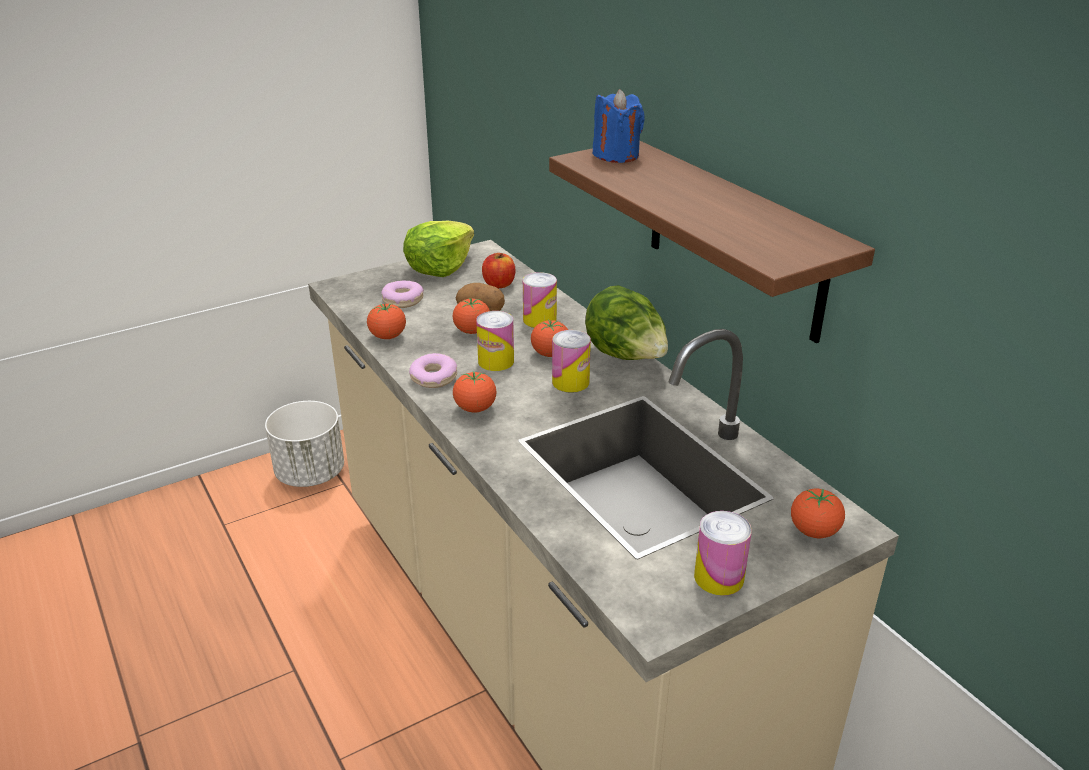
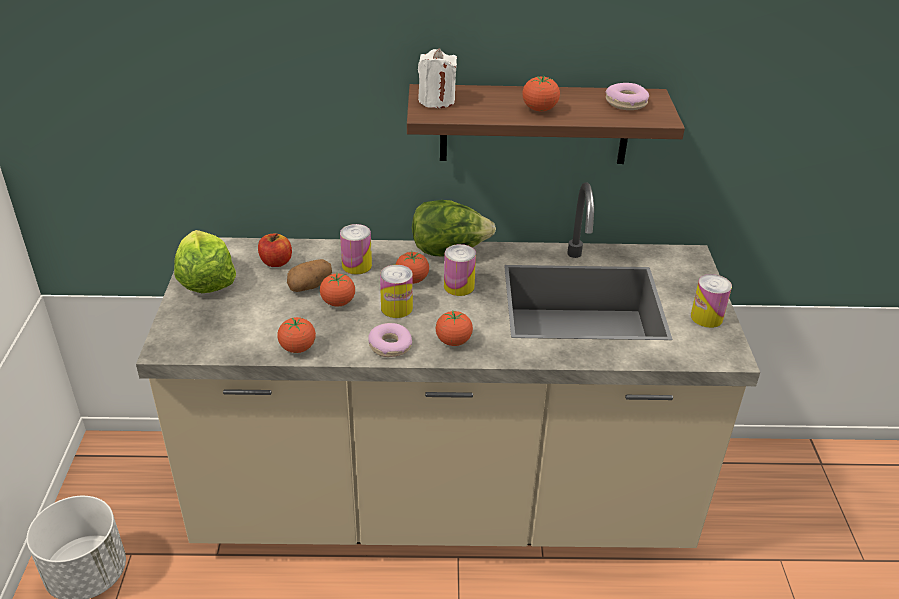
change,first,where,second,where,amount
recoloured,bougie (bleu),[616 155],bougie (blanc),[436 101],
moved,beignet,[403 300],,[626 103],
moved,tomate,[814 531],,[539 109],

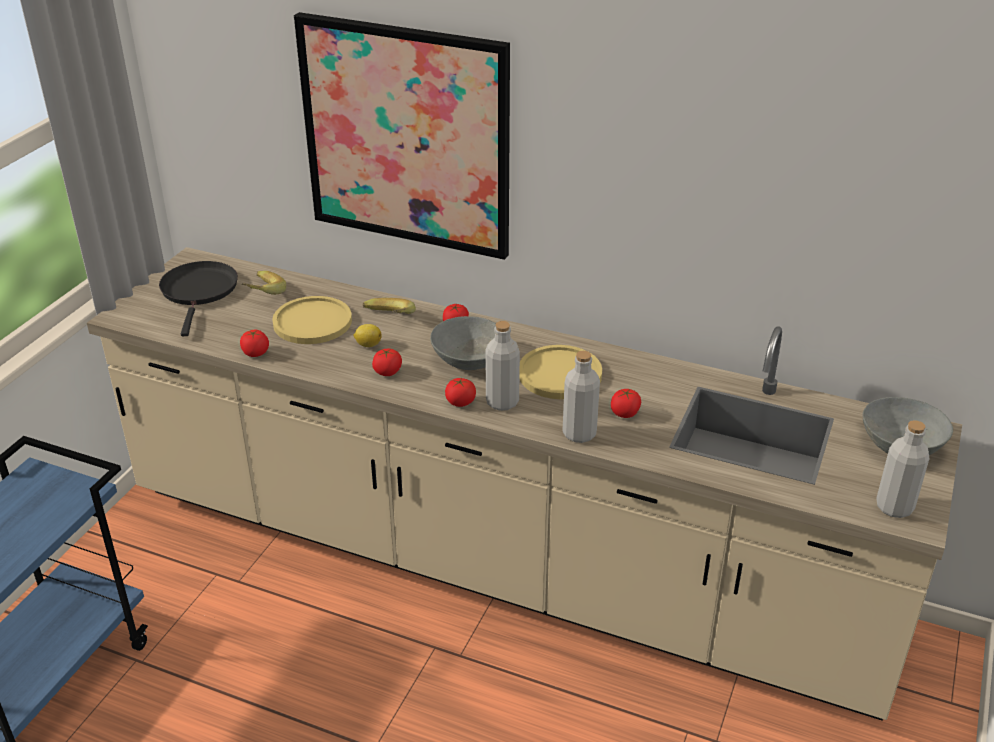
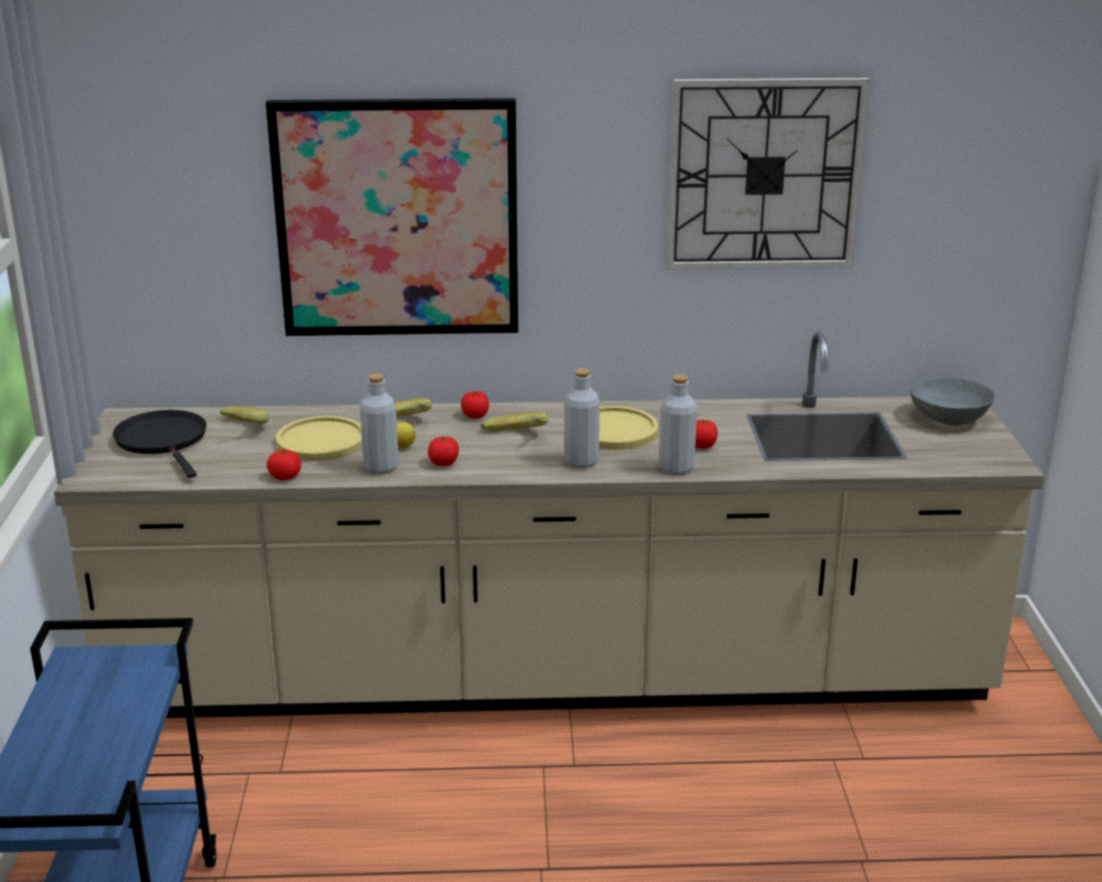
change,first,where,second,where,amount
replaced,bol (gris),[468 360],banane,[516 438],
removed,tomate,[460 402],,,
moved,bouteille (gris),[894 507],,[381 467],
added,,,horloge murale,[764 174],

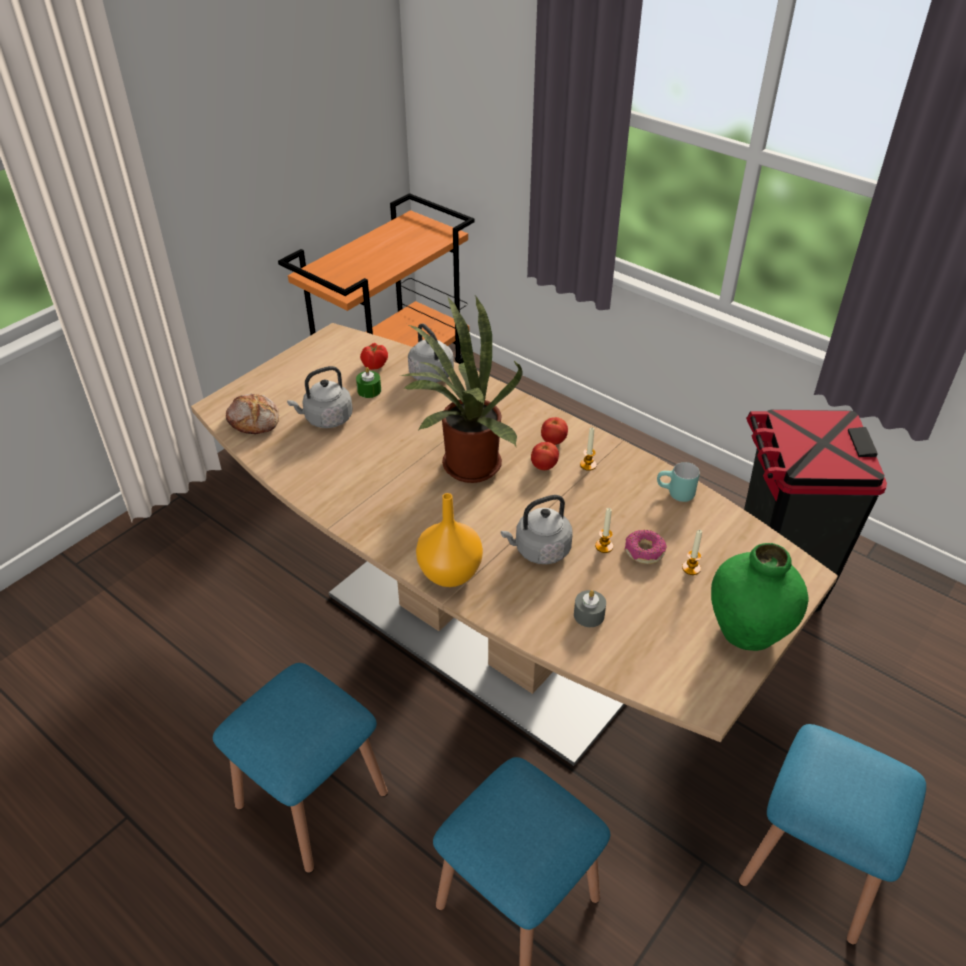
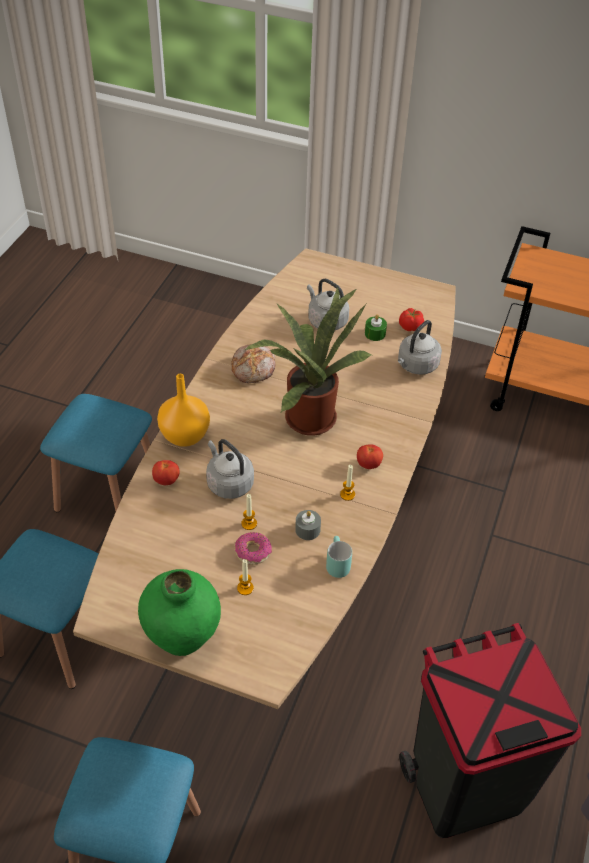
change,first,where,second,where,amount
moved,pain,[254 420],,[254 368],
moved,tomate,[544 466],,[166 480],
moved,bougie (gris),[589 615],,[307 530],

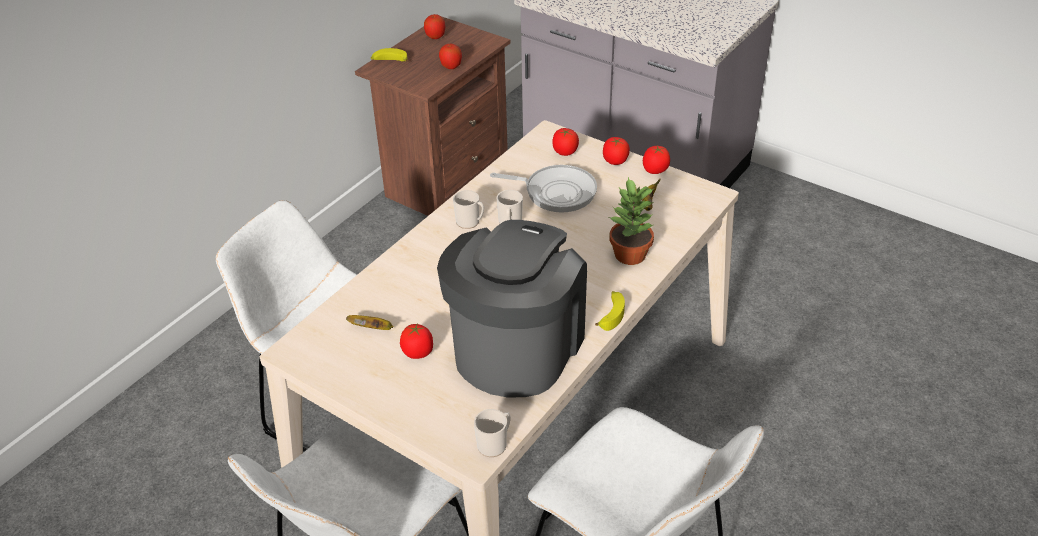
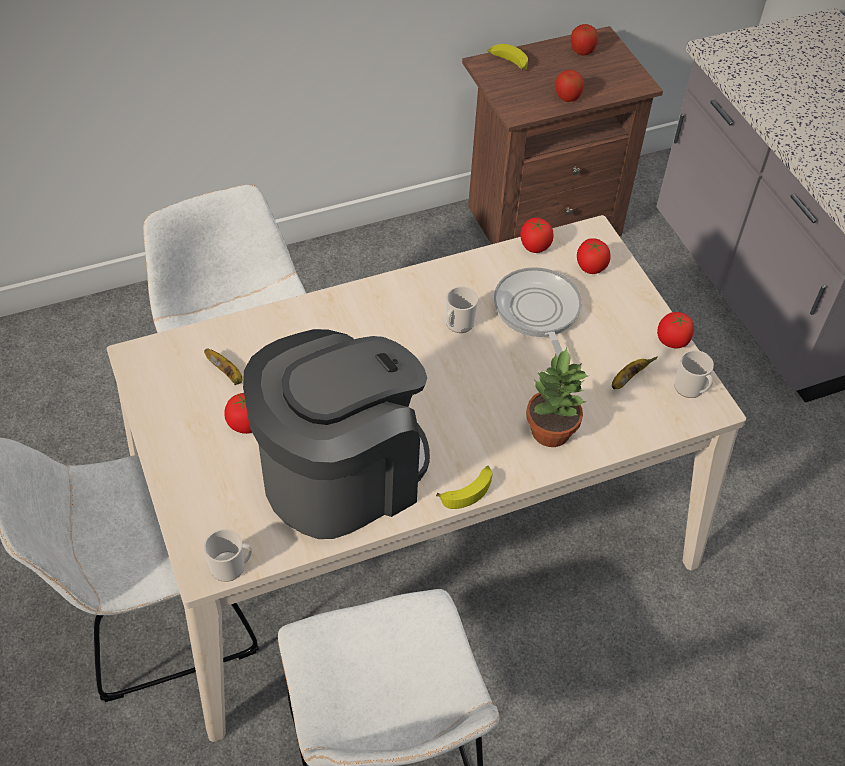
change,first,where,second,where,amount
moved,tomate,[615 161],,[534 247],
turned,poêle,[556 192],,[537 312],150 degrees counterclockwise
moved,mug,[470 222],,[691 389],

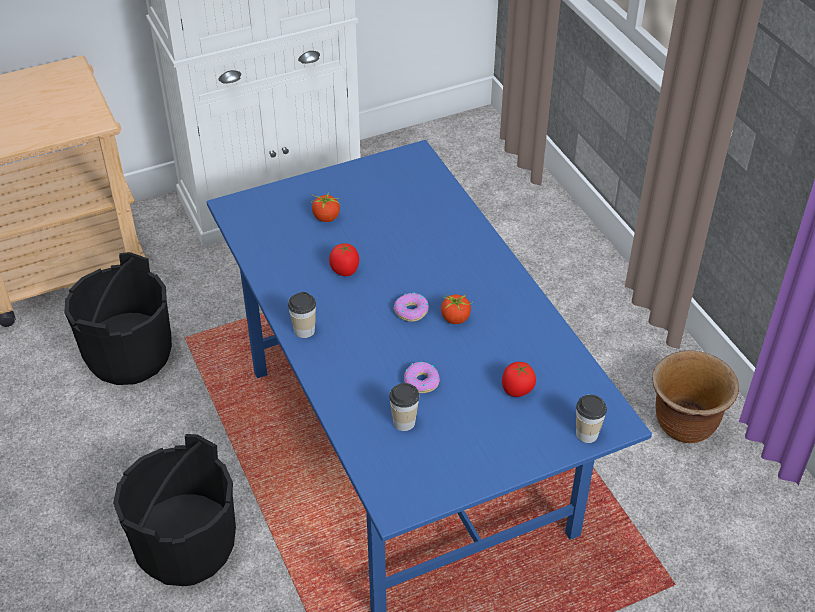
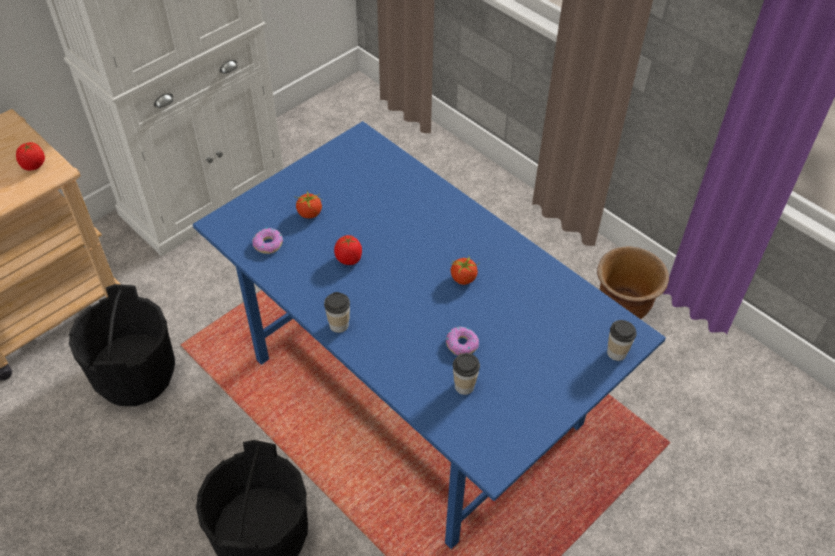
change,first,where,second,where,amount
moved,beignet,[411 311],,[268 244],
moved,tomate,[517 390],,[34 166],

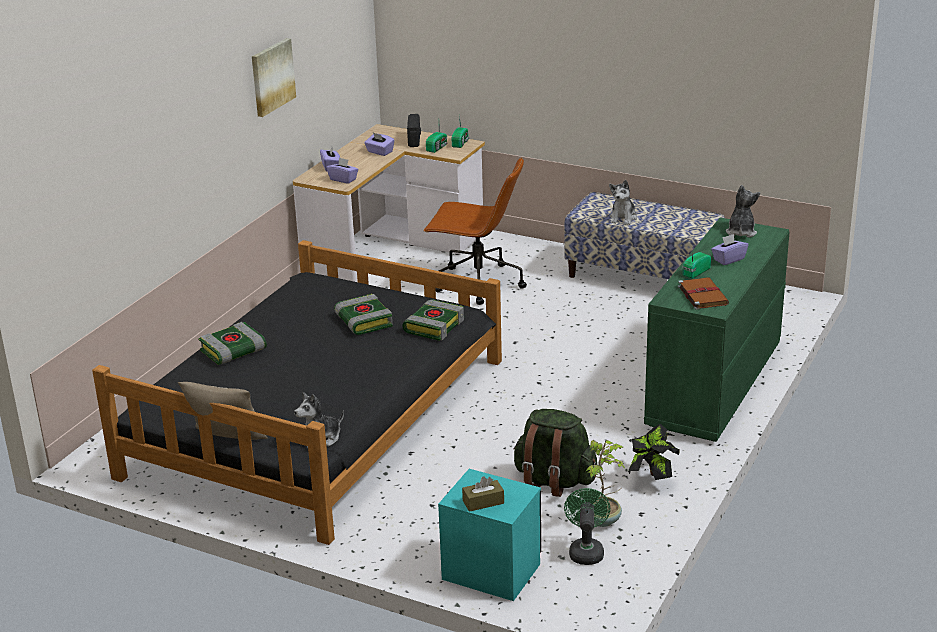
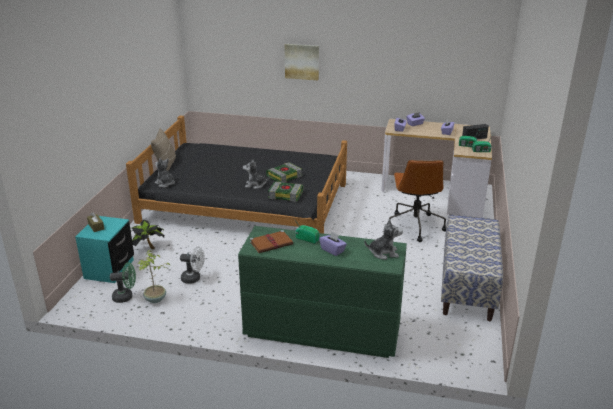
change,first,where,second,where,amount
moved,tableau,[272 76],,[302 61],
moved,peluche,[623 218],,[255 185],
removed,livre,[233 351],,,
replaced,sac à dos (vert),[553 481],ventilateur (blanc),[194 278],
moved,plante en pot,[651 478],,[148 248],

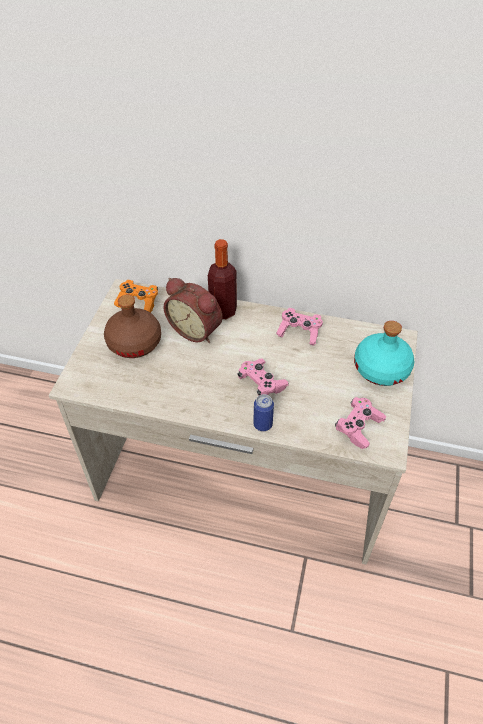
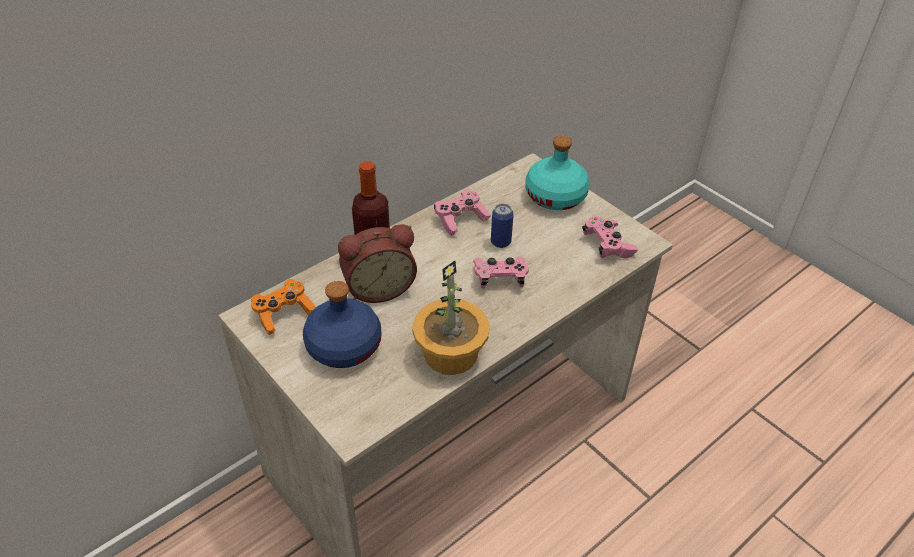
change,first,where,second,where,amount
recoloured,bouteille (marron),[134 342],bouteille (bleu),[343 345],
moved,boîte métallique,[262 424],,[500 242],
added,,,plante en pot,[451 354],

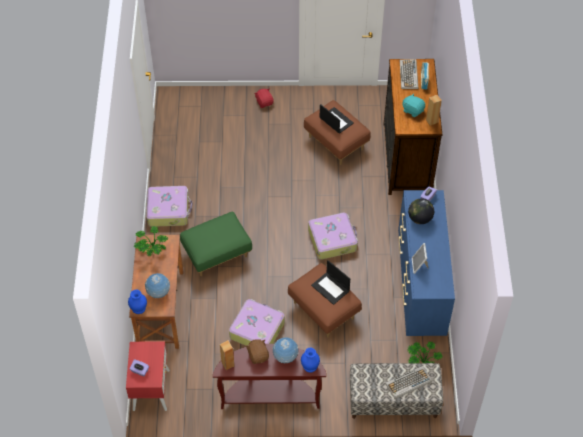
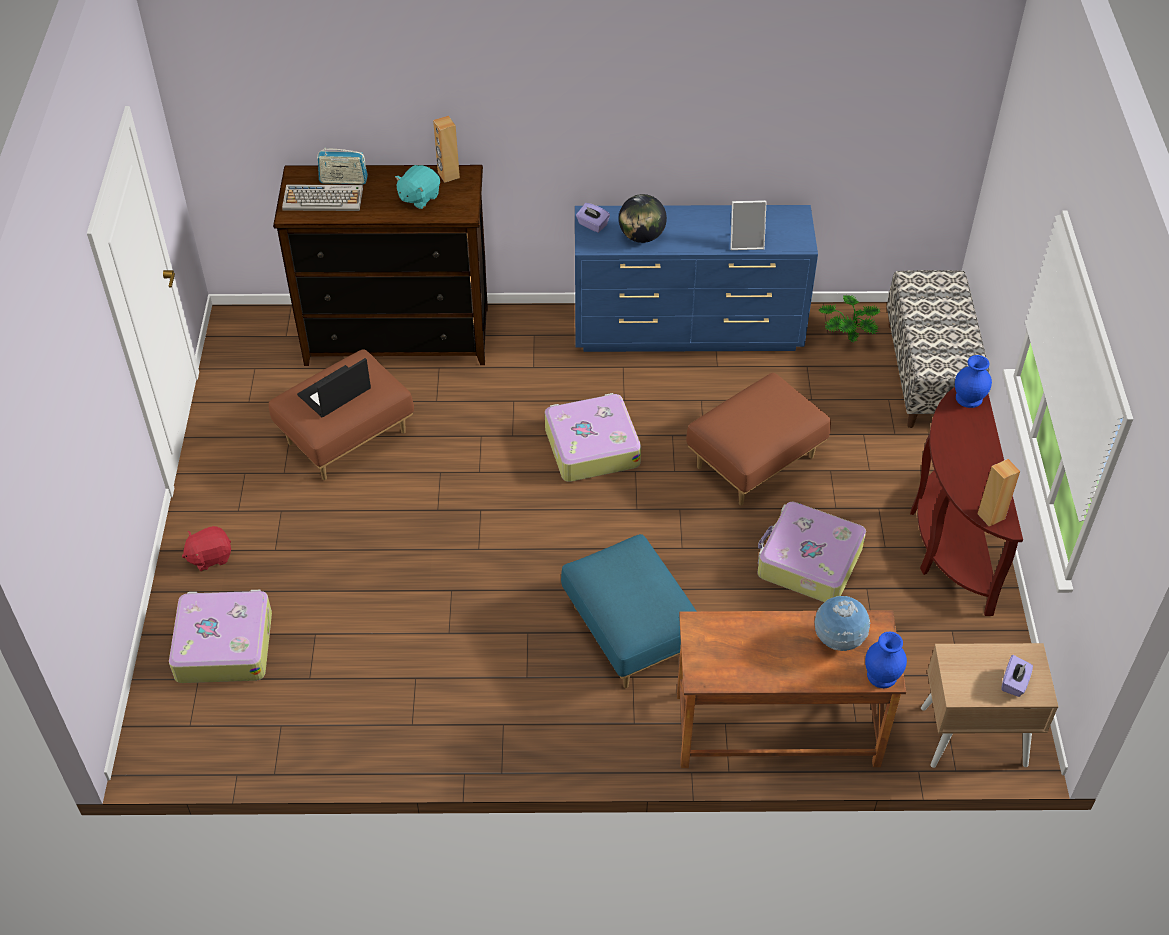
change,first,where,second,where,amount
moved,valise,[168 210],,[223 645],
recoloured,pouf (vert),[217 255],pouf (bleu),[632 633],
removed,plante en pot,[152 250],,,
removed,ordinateur portable,[331 288],,,
removed,globe,[285 357],,,
removed,peluche (marron),[258 355],,,
recoloured,table de chevet (rouge),[151 389],table de chevet (beige),[973 736],
removed,clavier,[408 383],,,

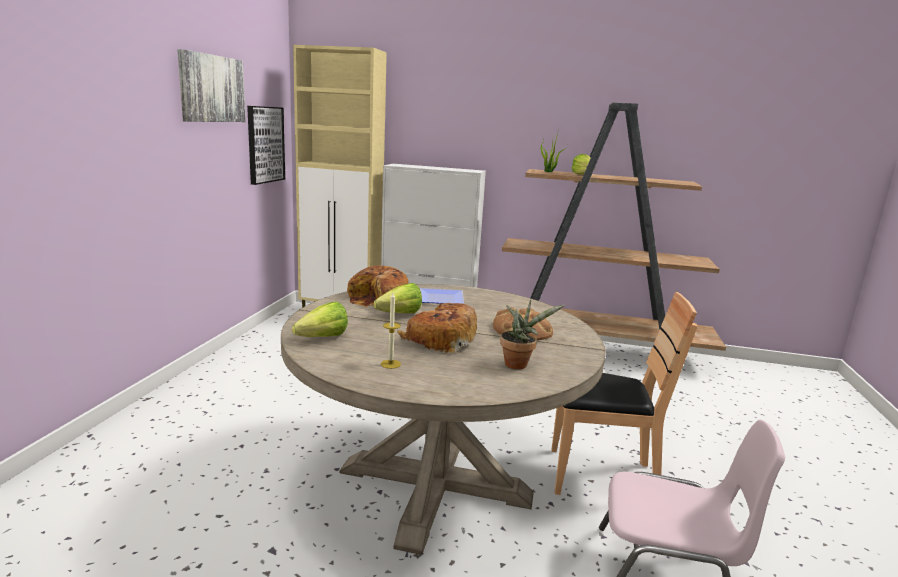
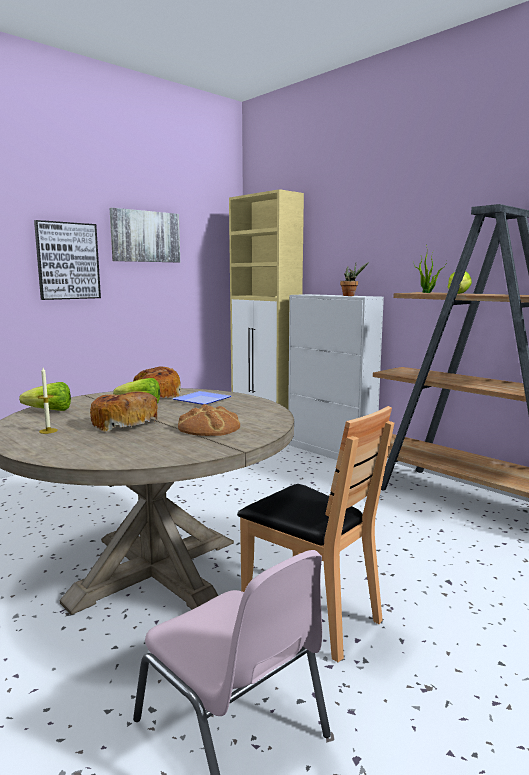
change,first,where,second,where,amount
moved,tableau,[265 144],,[68 261],
moved,plante en pot,[519 364],,[350 296],

